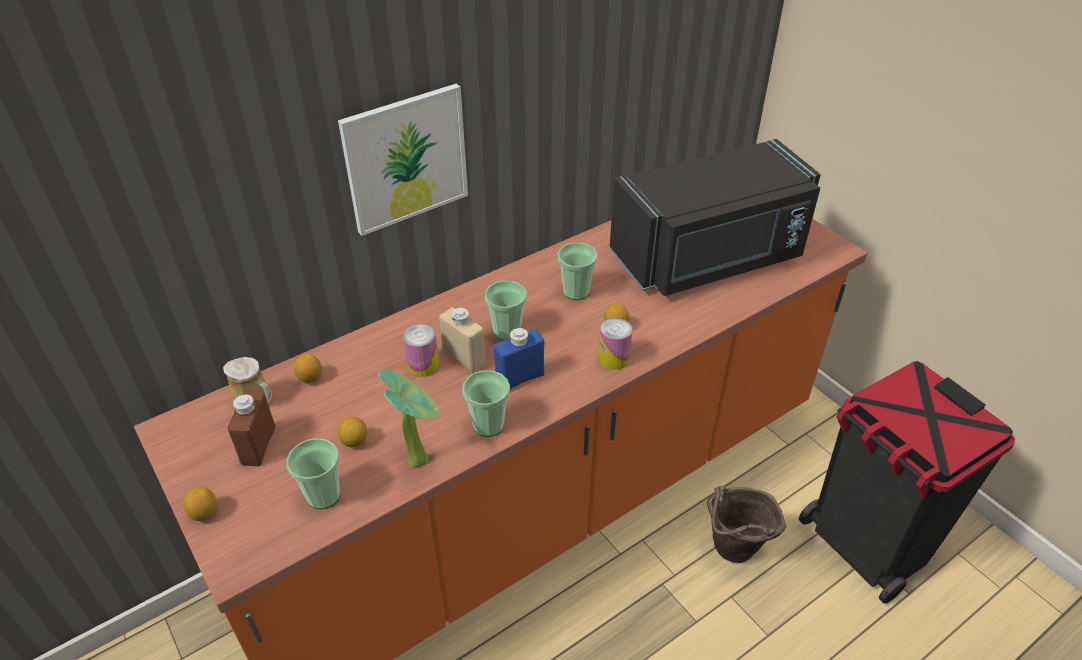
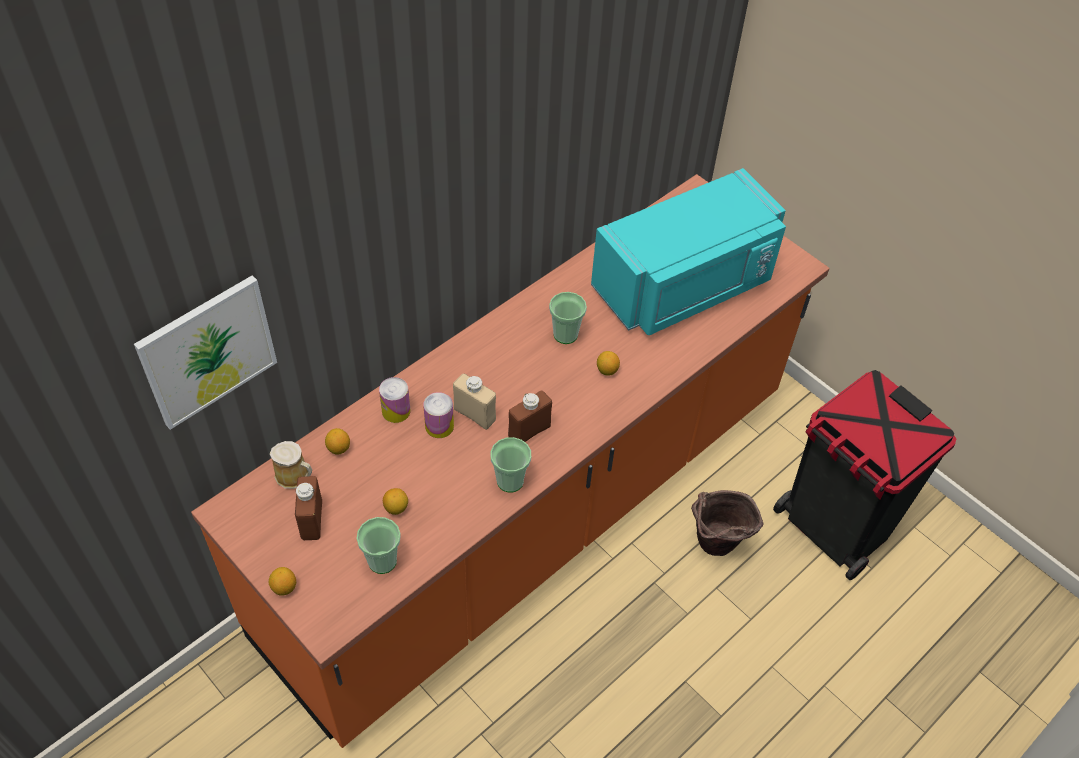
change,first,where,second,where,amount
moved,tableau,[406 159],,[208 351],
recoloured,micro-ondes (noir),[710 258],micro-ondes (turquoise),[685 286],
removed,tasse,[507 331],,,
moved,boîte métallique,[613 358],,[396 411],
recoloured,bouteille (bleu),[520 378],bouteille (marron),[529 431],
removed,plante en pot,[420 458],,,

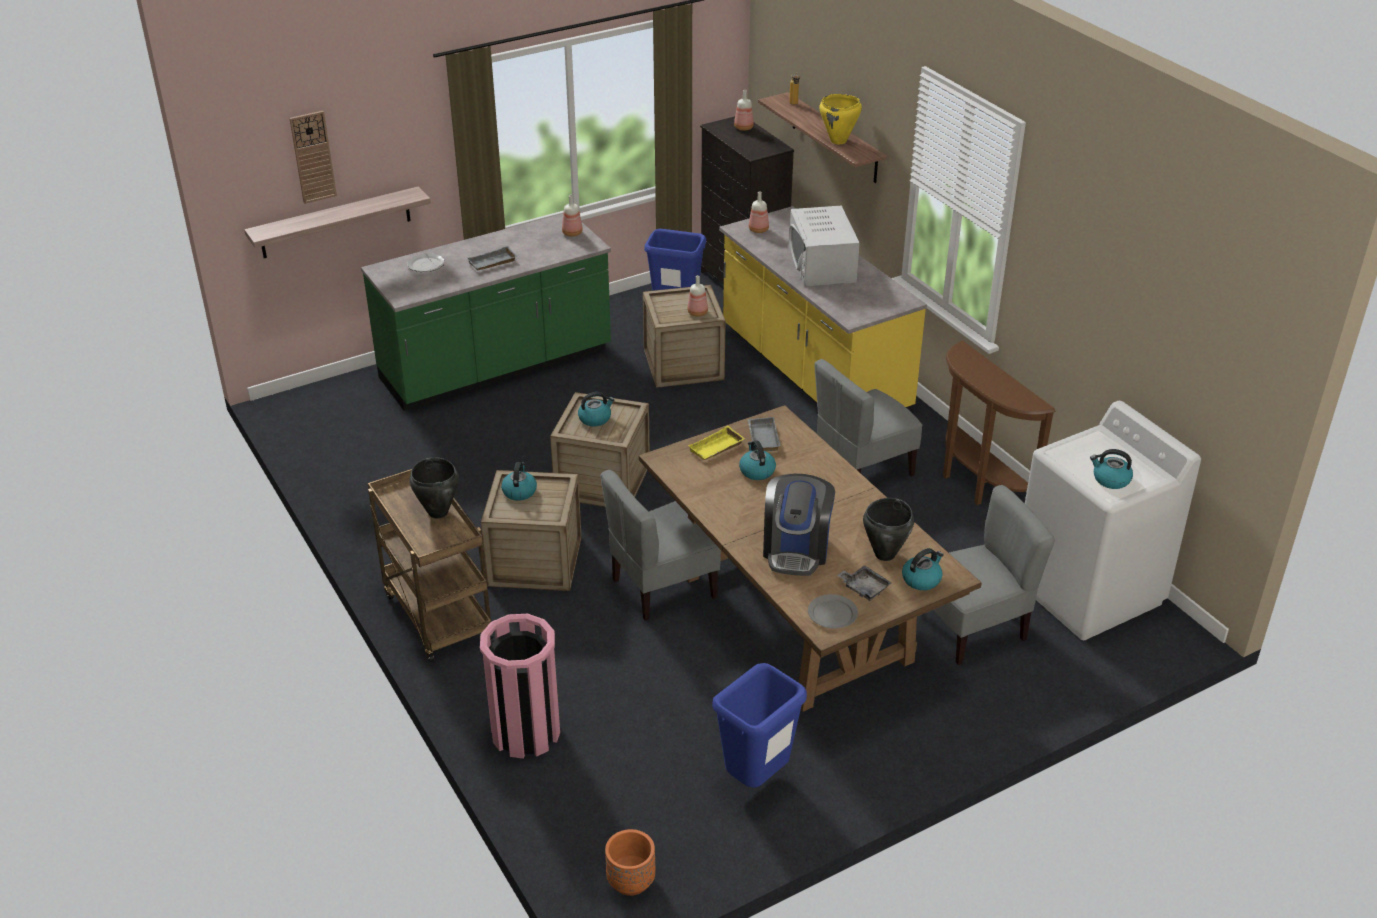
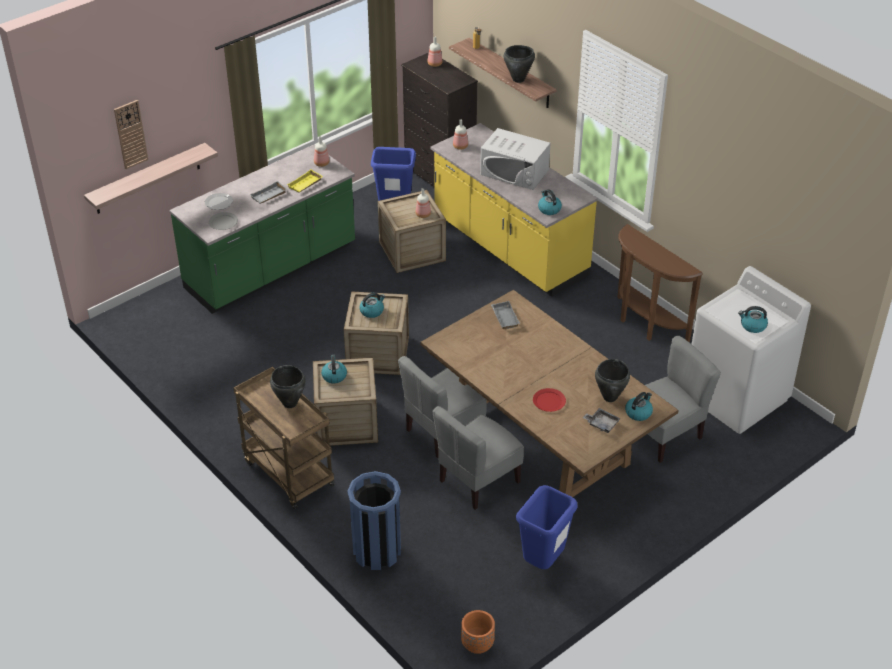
change,first,where,second,where,amount
recoloured,marmite (jaune),[838 141],marmite (noir),[518 79],
turned,micro-ondes (blanc),[822 265],,[514 172],45 degrees counterclockwise
moved,chaise (gris),[863 469],,[478 481],
moved,plateau (jaune),[716 448],,[305 184],
moved,bouilloire,[756 471],,[549 209],
replaced,machine à café,[796 549],assiette (rouge),[549 401],
moved,assiette (gris),[832 613],,[223 222],
recoloured,poubelle (rose),[526 732],poubelle (bleu),[377 551],

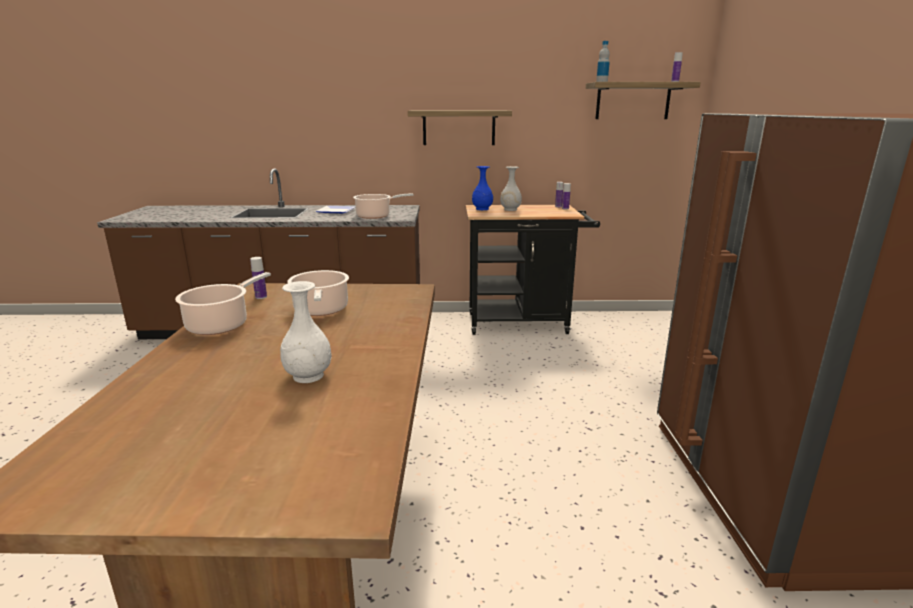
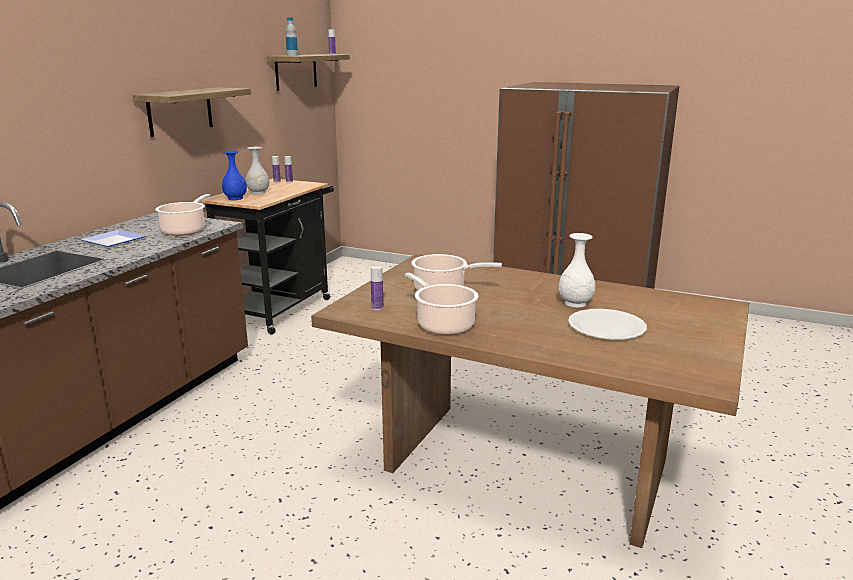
change,first,where,second,where,amount
added,,,assiette (blanc),[606 326],

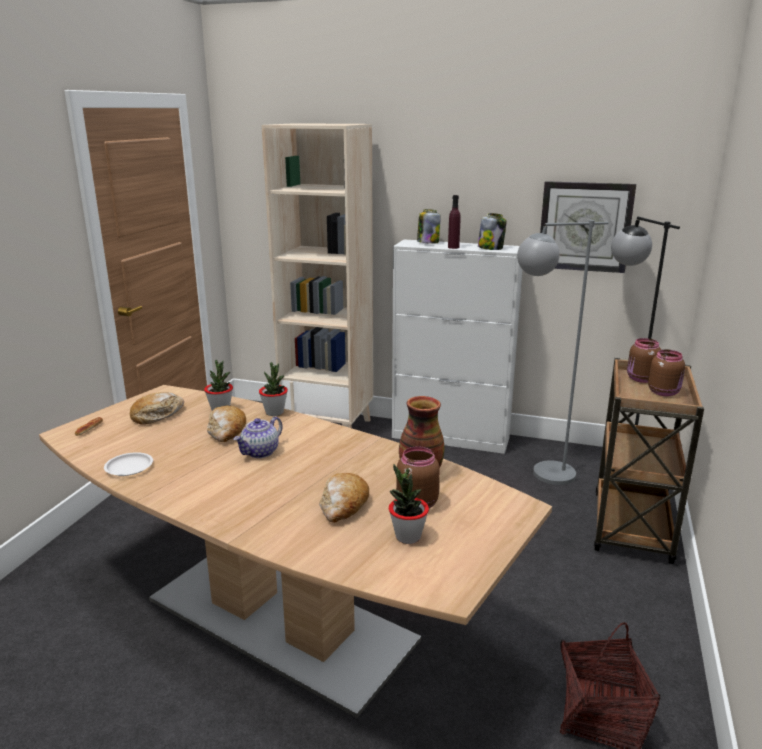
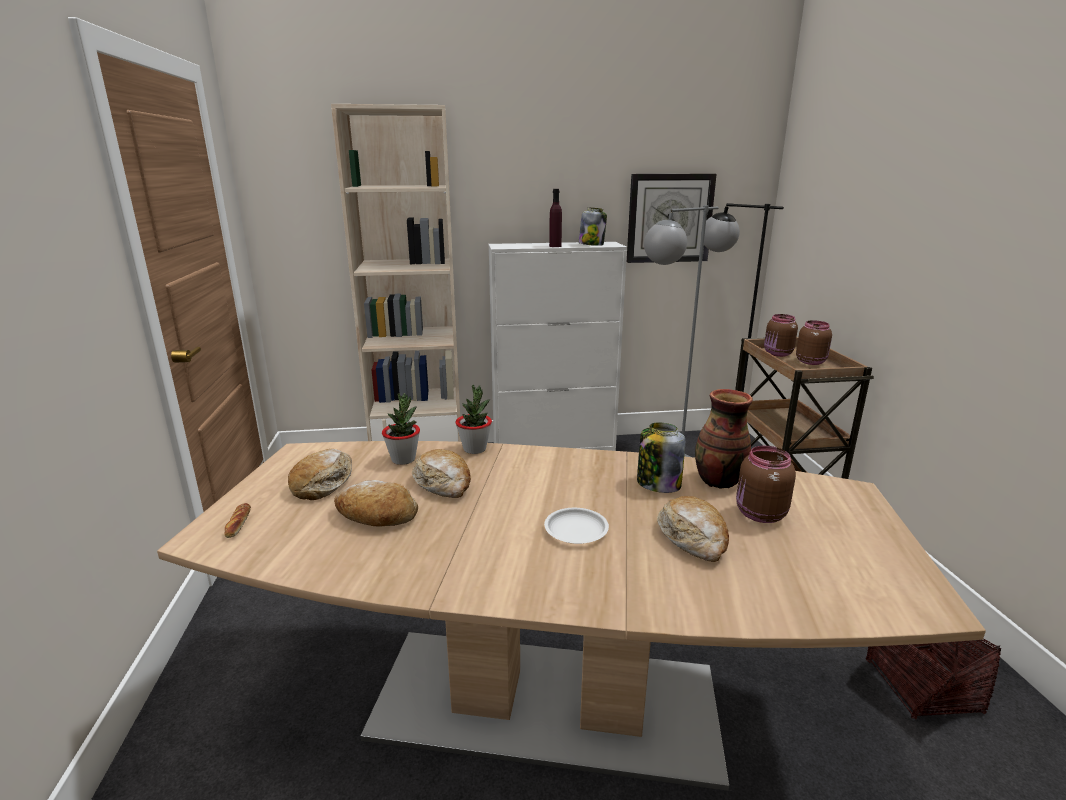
change,first,where,second,where,amount
moved,bocal,[427 242],,[657 484],
removed,théière,[260 452],,,
moved,assiette (blanc),[128 467],,[575 530],
removed,plante en pot,[408 536],,,
added,,,pain,[376 515],

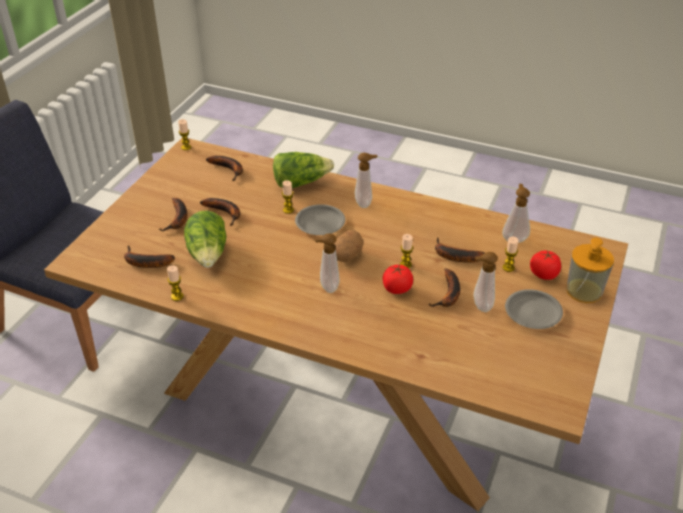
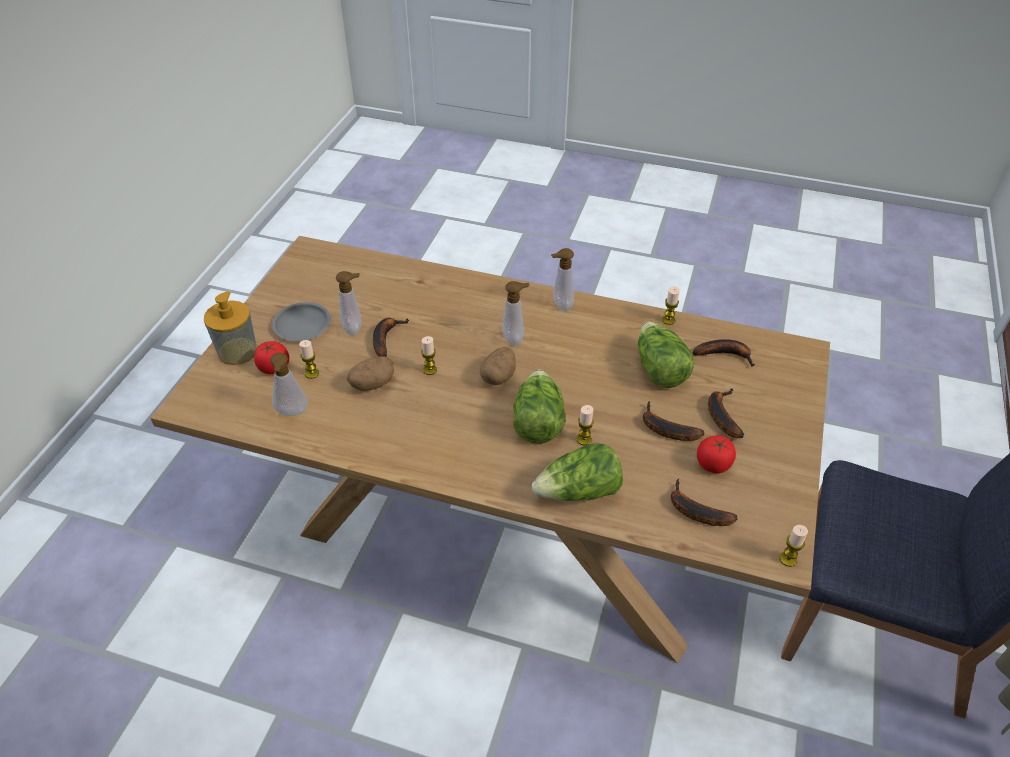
change,first,where,second,where,amount
moved,distributeur de savon,[365 203],,[560 306],
replaced,assiette (gris),[320 223],laitue,[537 421],
replaced,banane,[454 256],pomme de terre,[372 384],
moved,tomate,[397 289],,[713 464],

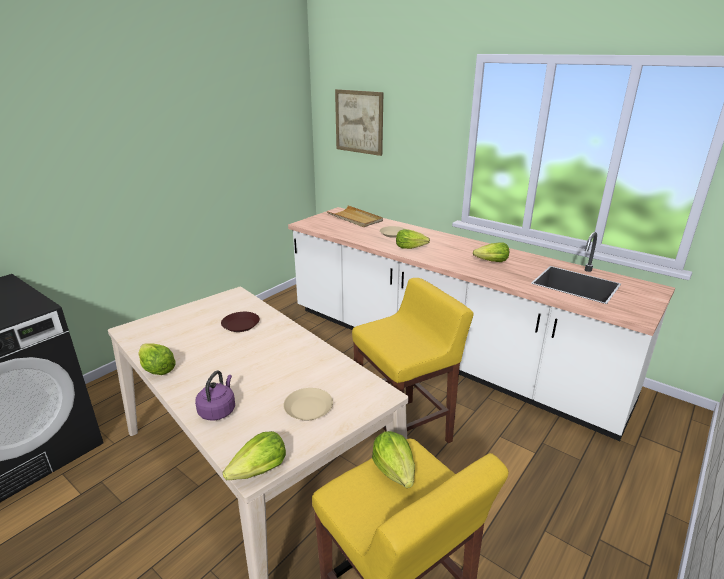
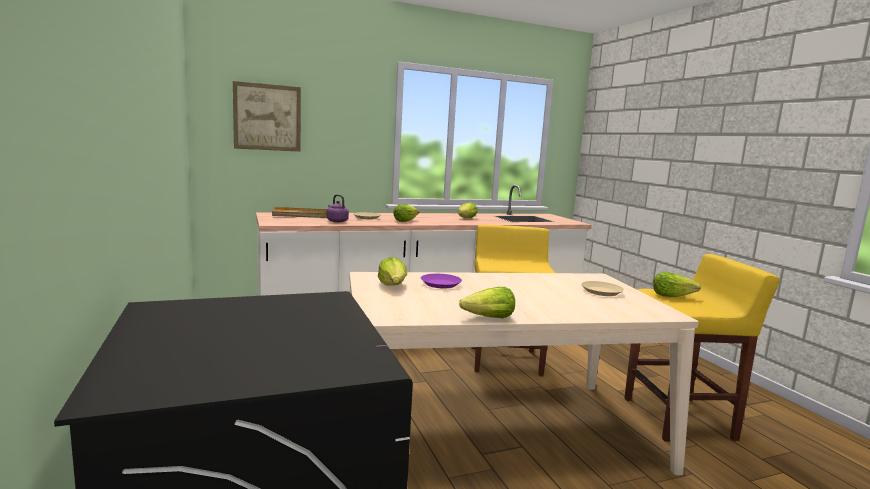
change,first,where,second,where,amount
recoloured,assiette (marron),[240 325],assiette (violet),[441 284],
moved,bouilloire (violet),[218 410],,[336 221],
moved,laitue,[259 471],,[393 286],

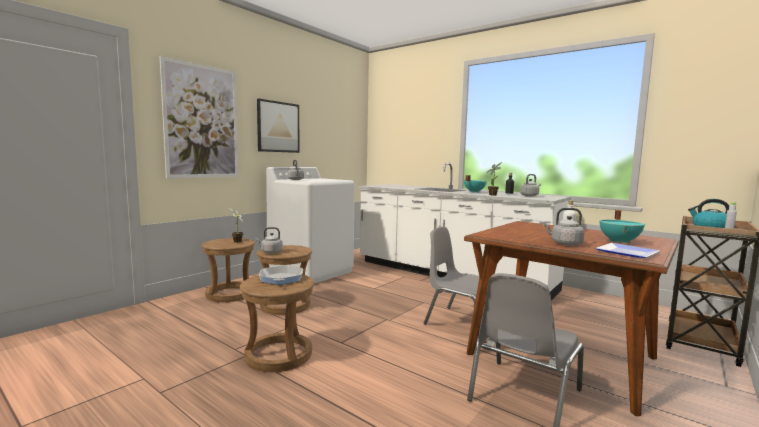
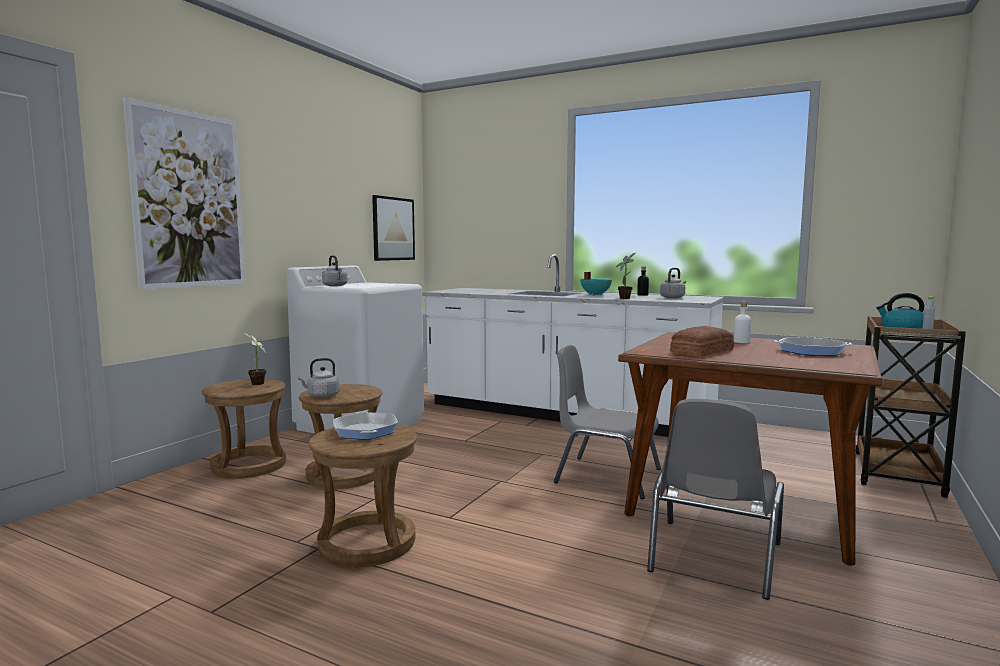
change,first,where,second,where,amount
moved,tableau,[278 127],,[393 229],
removed,bouilloire (gris),[564 244],,,
replaced,marmite (turquoise),[620 241],poêle,[811 351],
removed,assiette,[624 253],,,
added,,,pain,[700 351],

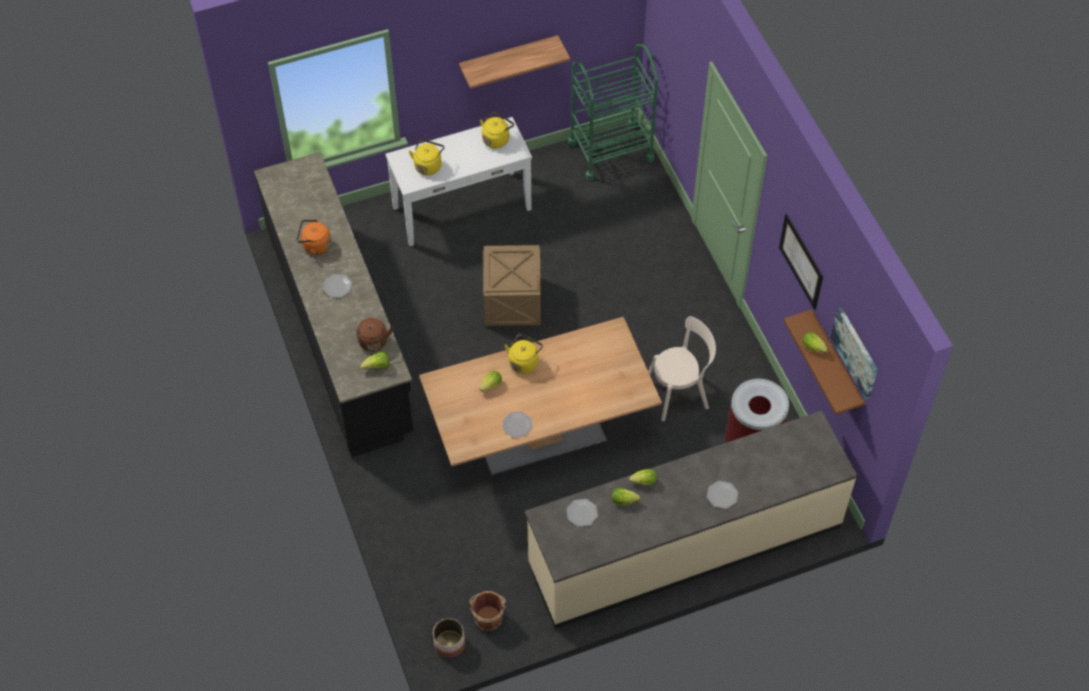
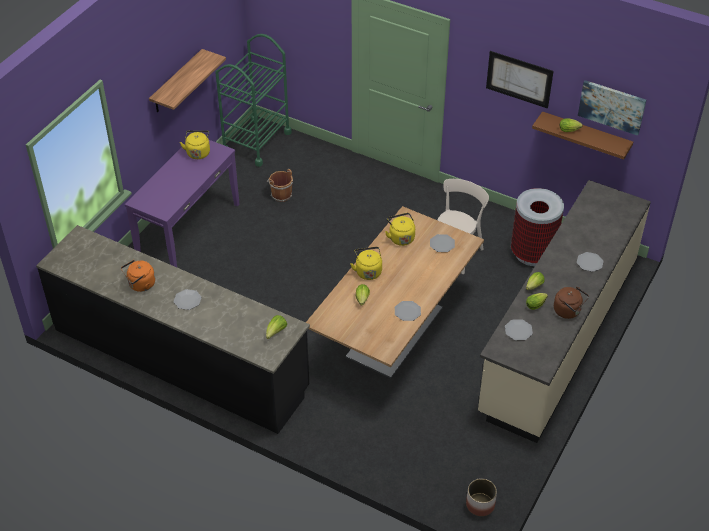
change,first,where,second,where,amount
recoloured,table console (blanc),[461 207],table console (violet),[188 230],
moved,bouilloire (jaune),[428 165],,[400 237],
removed,caisse,[512 300],,,
moved,bouilloire (marron),[373 343],,[568 311],
moved,seau (marron),[488 617],,[280 194],
added,,,assiette,[442 244],

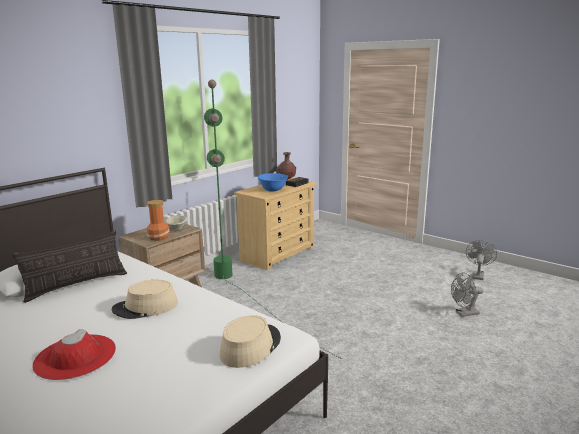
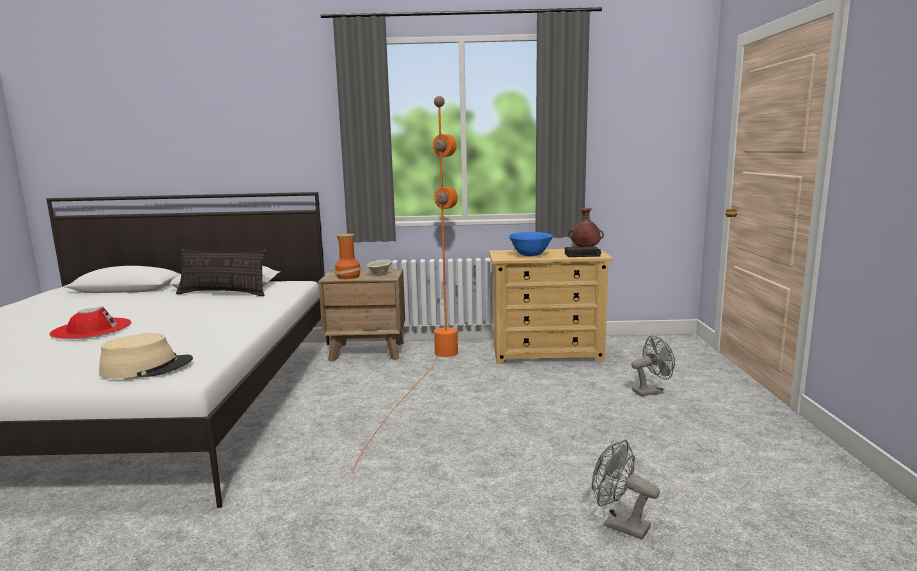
change,first,where,second,where,amount
recoloured,lampadaire (vert),[247 294],lampadaire (orange),[425 377],
moved,ventilateur (gris),[478 275],,[651 391],
removed,chapeau (beige),[145 307],,,

